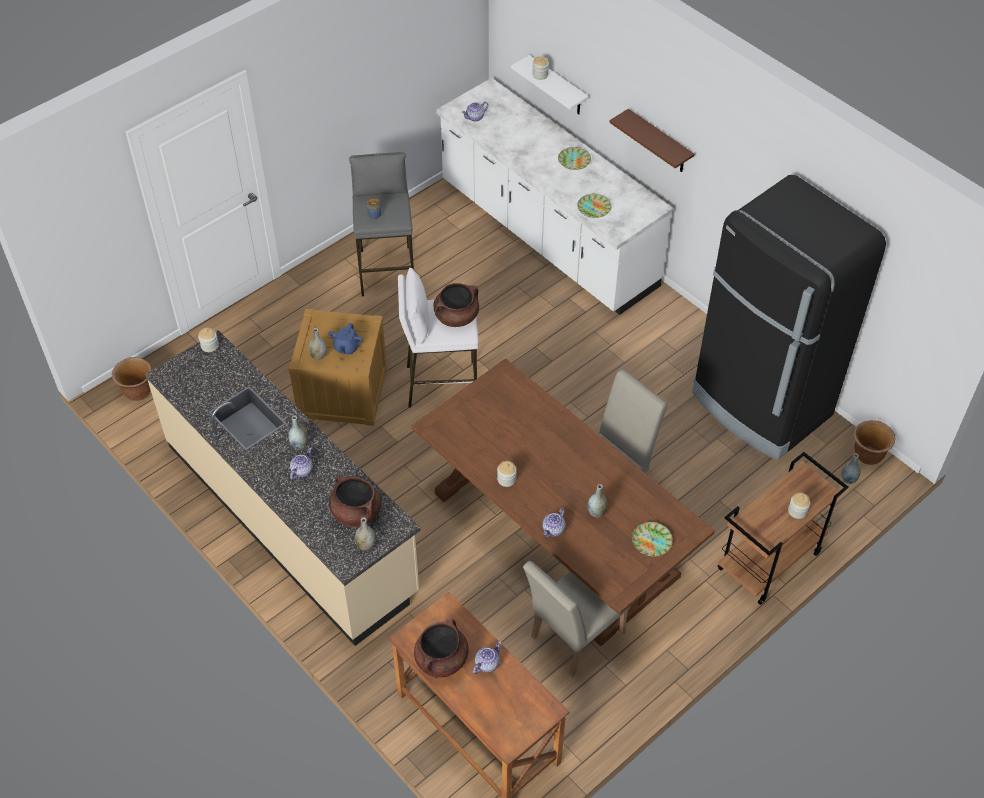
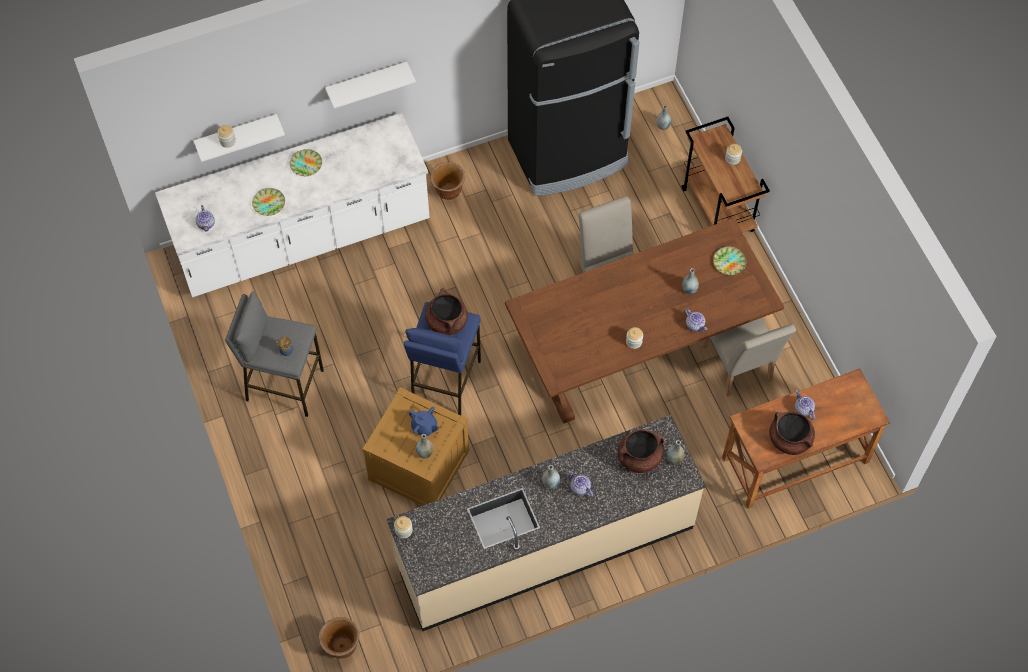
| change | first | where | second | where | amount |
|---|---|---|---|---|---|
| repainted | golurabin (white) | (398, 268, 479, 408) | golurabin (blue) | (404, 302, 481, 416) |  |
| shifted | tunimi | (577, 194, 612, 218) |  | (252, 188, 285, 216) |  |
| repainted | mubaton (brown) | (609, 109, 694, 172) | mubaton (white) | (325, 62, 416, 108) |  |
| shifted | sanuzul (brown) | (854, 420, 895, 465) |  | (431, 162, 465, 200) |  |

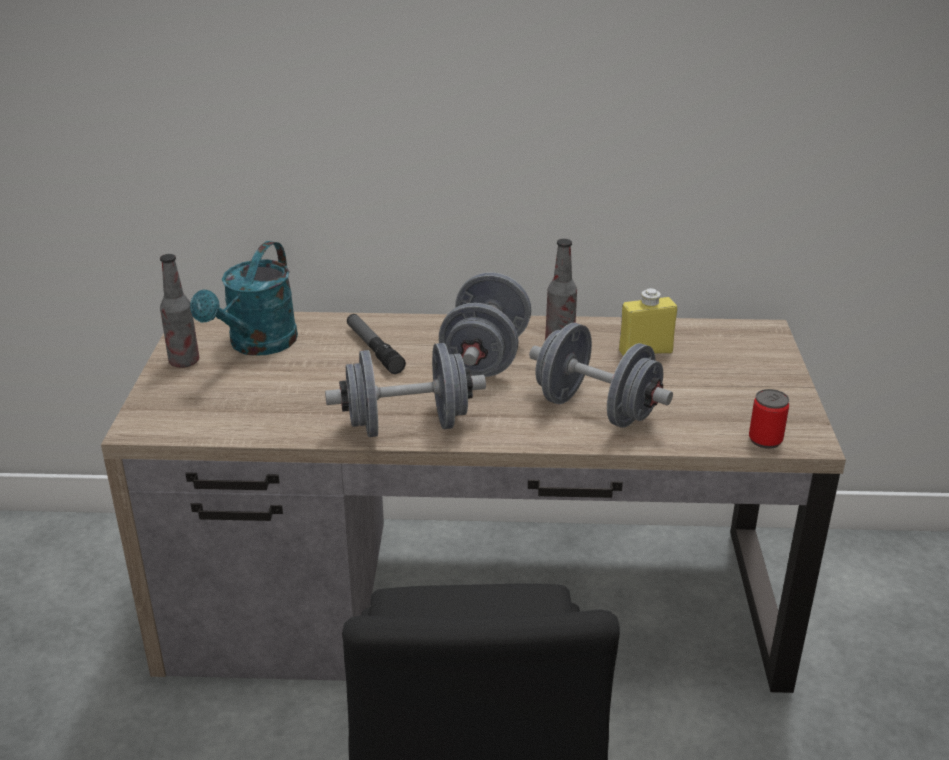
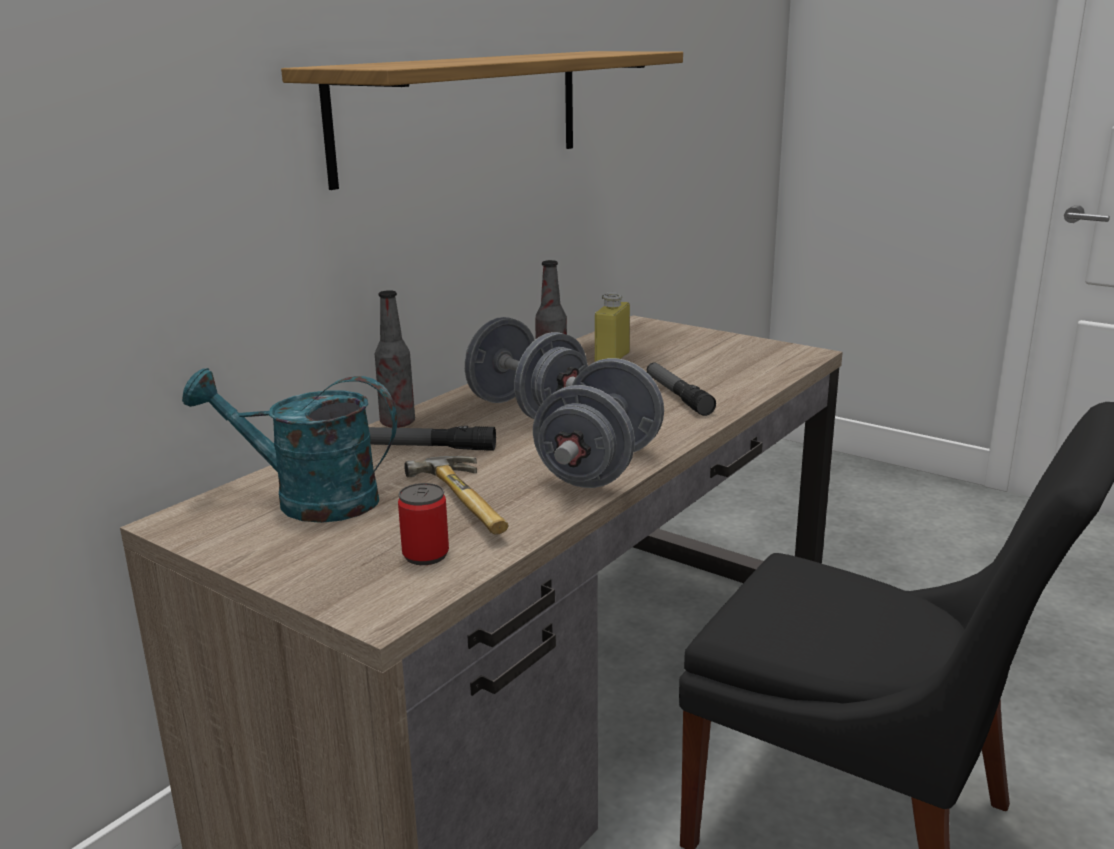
| change | first | where | second | where | amount |
|---|---|---|---|---|---|
| shifted | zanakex | (160, 254, 199, 368) |  | (375, 290, 415, 428) |  |
| rotated | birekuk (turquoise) | (190, 241, 298, 356) |  | (182, 368, 397, 523) | 135 degrees clockwise |
| swapped | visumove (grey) | (529, 323, 673, 428) | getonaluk | (647, 362, 716, 416) |  |
| shifted | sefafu | (749, 389, 789, 449) |  | (398, 483, 449, 565) |  |
| new |  |  | mubaton | (281, 51, 683, 190) |  |
| new |  |  | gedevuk | (404, 456, 509, 534) |  |

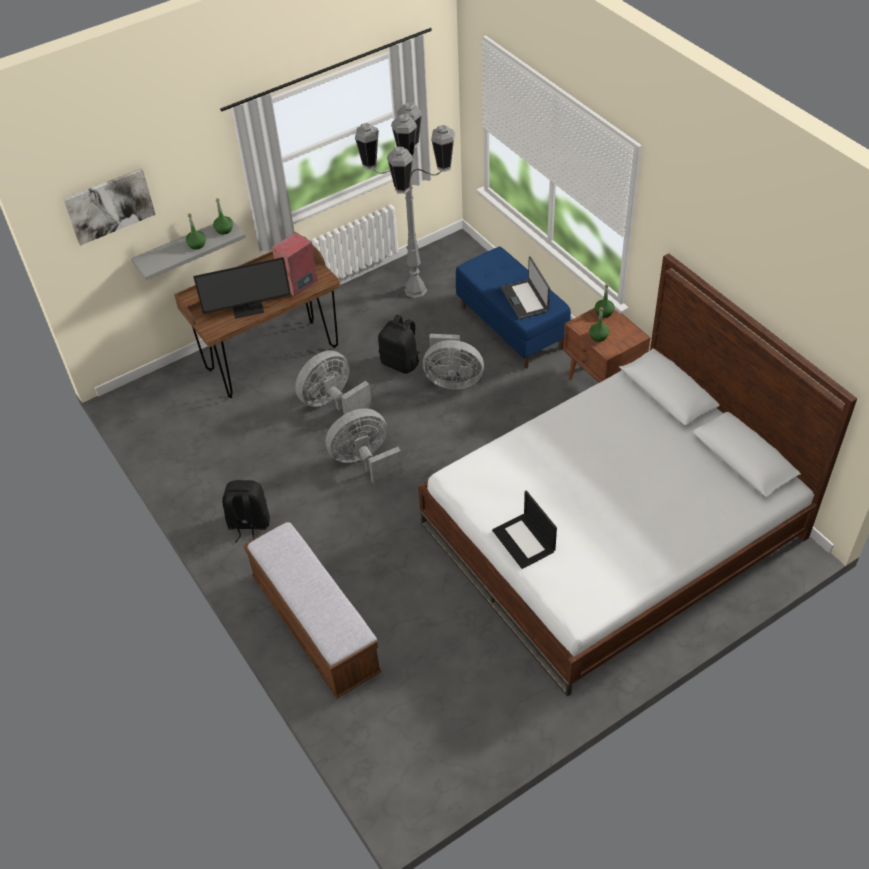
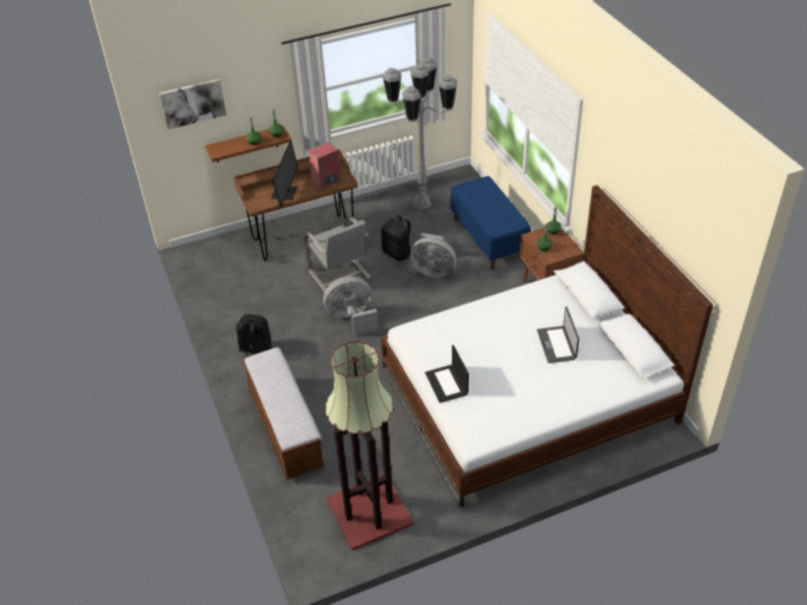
| change | first | where | second | where | amount |
|---|---|---|---|---|---|
| repainted | mubaton (grey) | (131, 217, 246, 281) | mubaton (brown) | (205, 126, 292, 163) |  |
| rotated | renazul | (193, 257, 291, 319) |  | (271, 140, 298, 207) | 75 degrees counterclockwise |
| swapped | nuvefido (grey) | (295, 350, 372, 415) | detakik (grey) | (303, 216, 371, 294) |  |
| shifted | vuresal | (501, 256, 550, 320) |  | (537, 307, 580, 363) |  |
| new |  |  | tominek | (325, 341, 414, 550) |  |

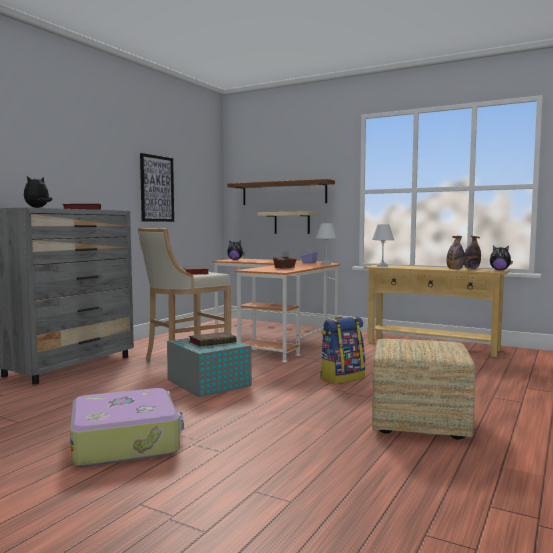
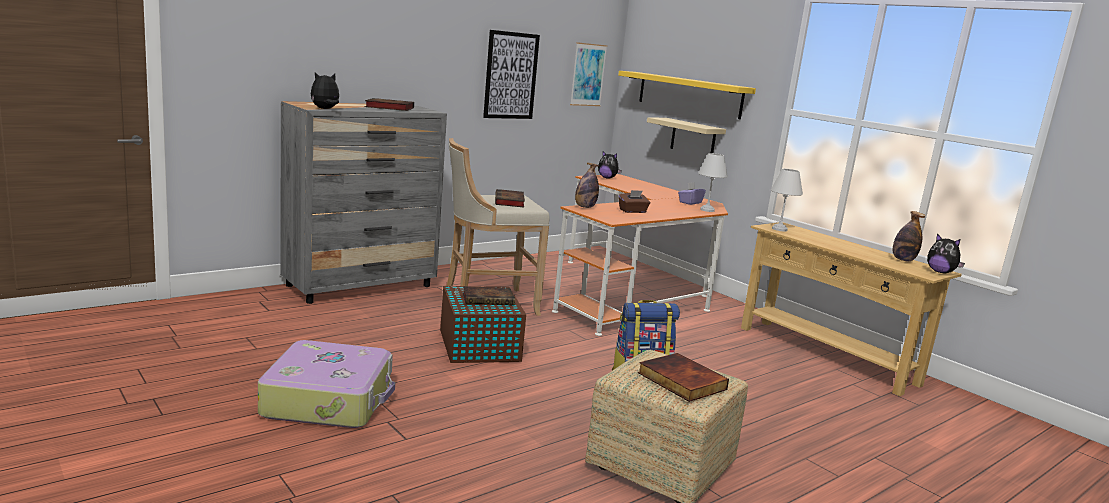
| change | first | where | second | where | amount |
|---|---|---|---|---|---|
| repainted | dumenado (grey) | (167, 338, 252, 397) | dumenado (brown) | (440, 286, 526, 363) |  |
| repainted | mubaton (brown) | (227, 179, 335, 205) | mubaton (yellow) | (618, 71, 756, 119) |  |
| shifted | zanakex | (447, 236, 465, 270) |  | (575, 162, 599, 208) |  |
| new |  |  | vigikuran | (570, 42, 607, 106) |  |
| new |  |  | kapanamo | (638, 353, 729, 402) |  |

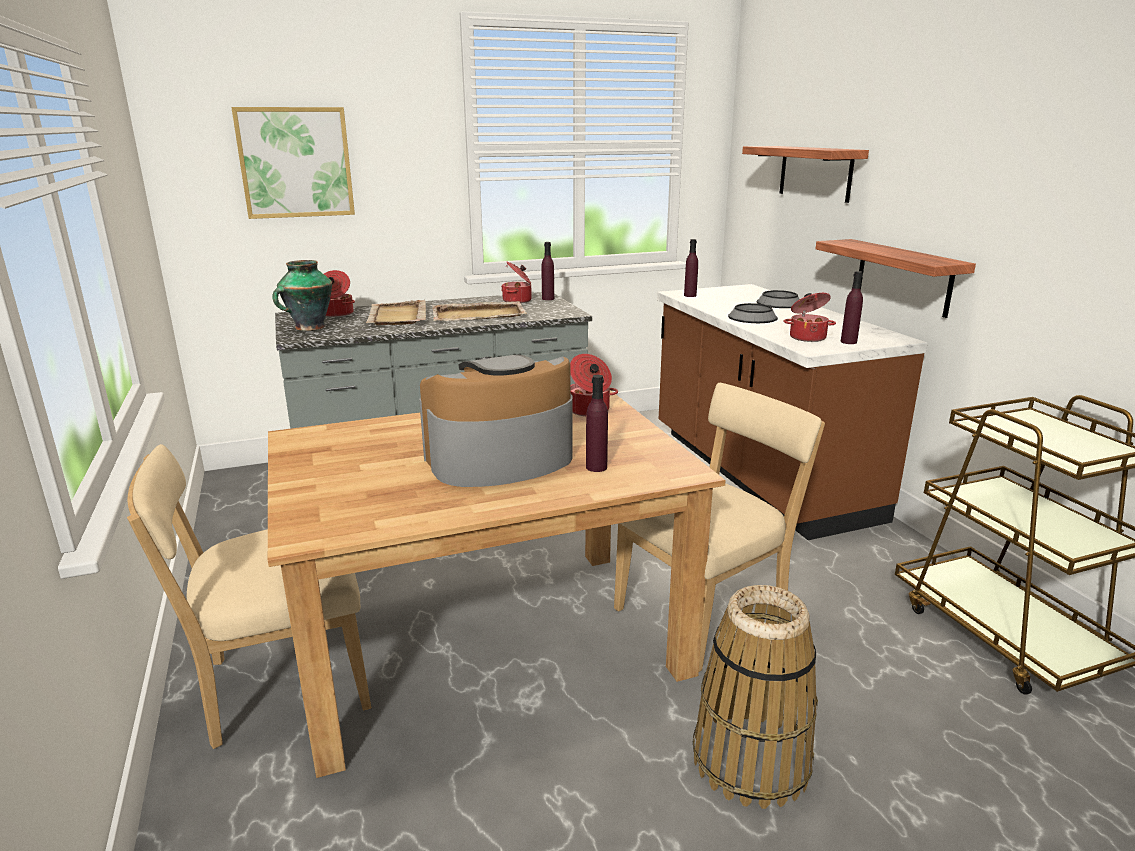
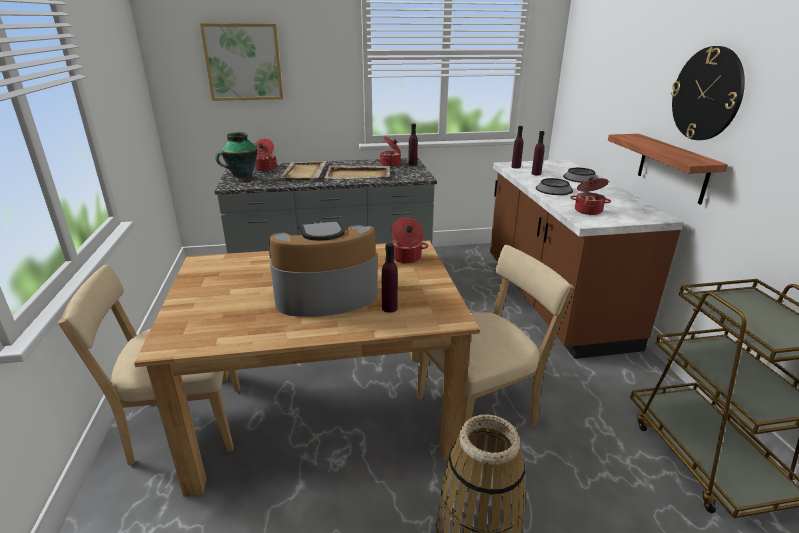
| change | first | where | second | where | amount |
|---|---|---|---|---|---|
| gone | mubaton | (742, 146, 869, 203) |  |  |  |
| shifted | zanakex (purple) | (841, 271, 863, 344) |  | (531, 131, 545, 176) |  |
| new |  |  | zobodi | (671, 46, 745, 140) |  |

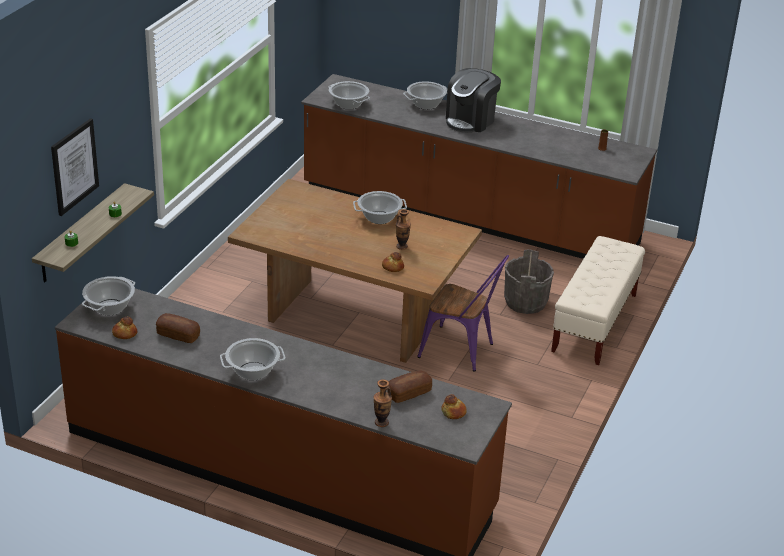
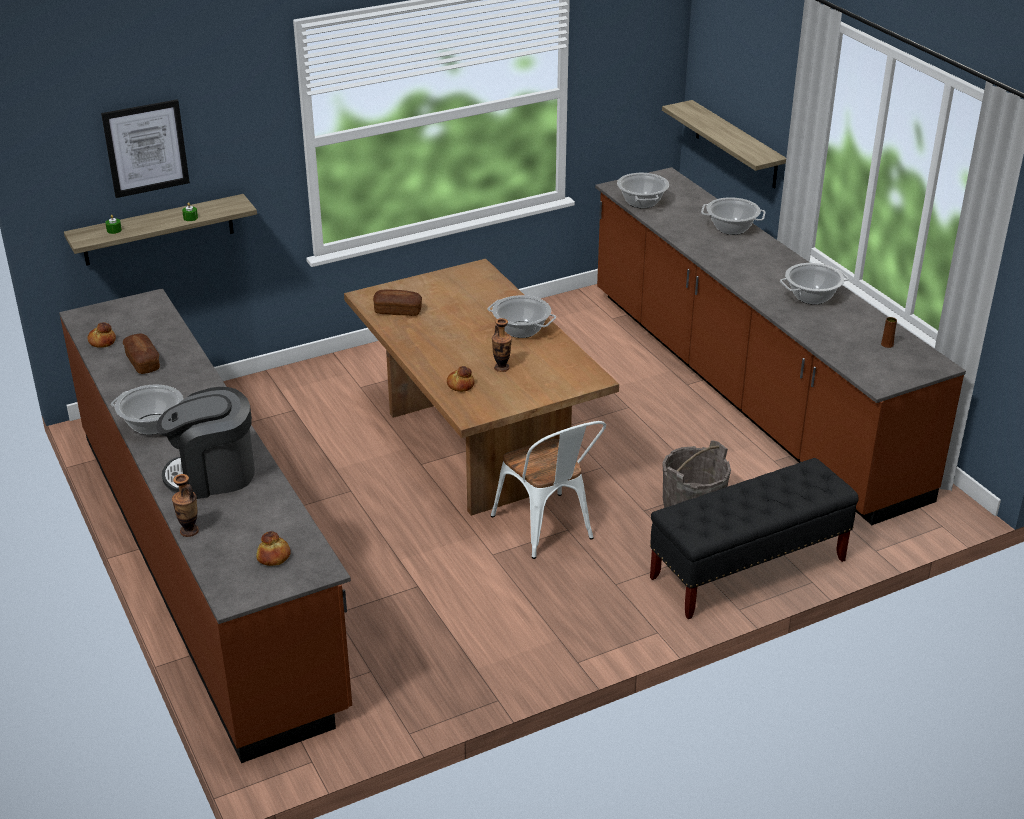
| change | first | where | second | where | amount |
|---|---|---|---|---|---|
| shifted | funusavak | (82, 276, 135, 315) |  | (780, 263, 849, 305) |  |
| shifted | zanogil | (387, 370, 432, 403) |  | (373, 289, 422, 316) |  |
| repainted | detakik (purple) | (417, 255, 509, 372) | detakik (white) | (491, 421, 606, 559) |  |
| shifted | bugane | (446, 68, 501, 133) |  | (156, 387, 255, 499) |  |
| repainted | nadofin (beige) | (551, 236, 645, 365) | nadofin (black) | (650, 458, 859, 619) |  |
| new |  |  | mubaton | (662, 100, 786, 188) |  |

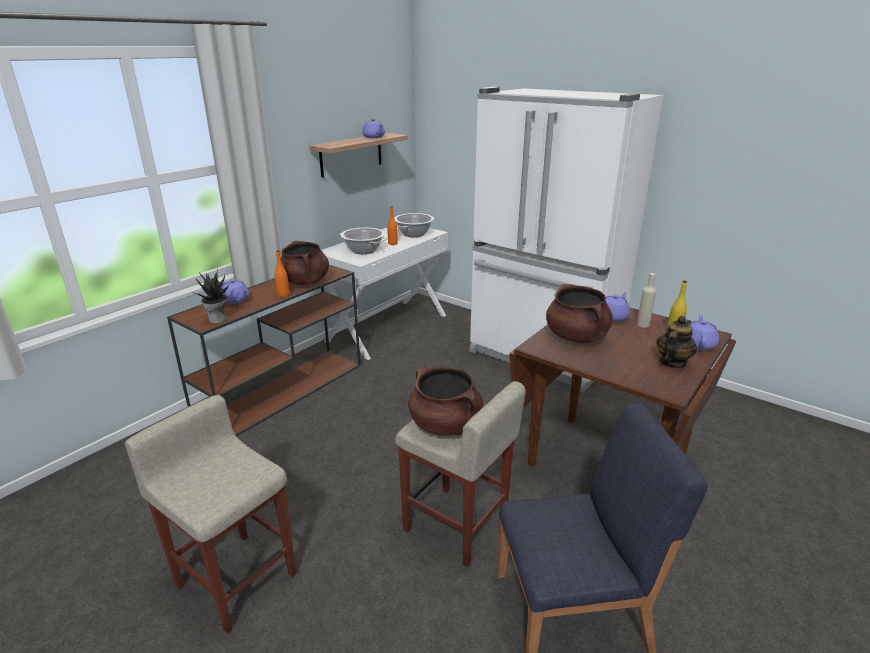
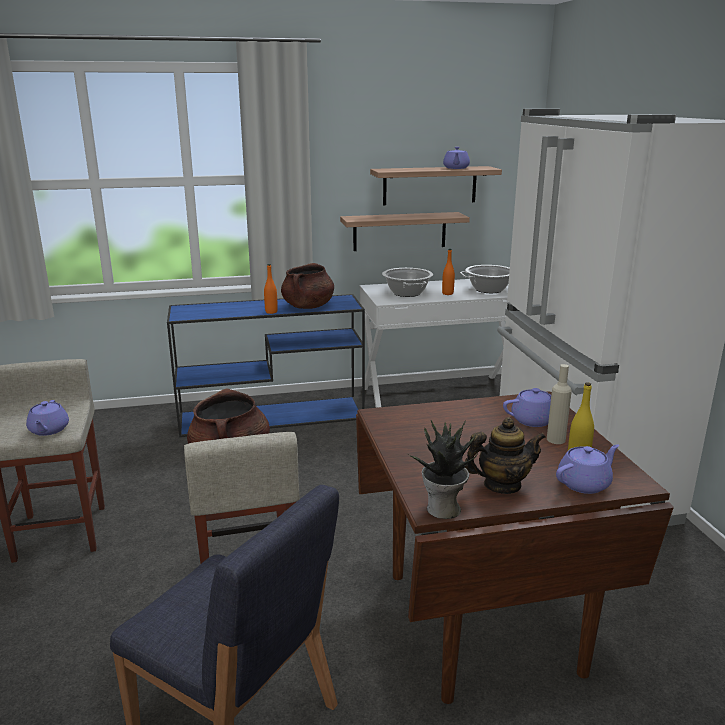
| change | first | where | second | where | amount |
|---|---|---|---|---|---|
| repainted | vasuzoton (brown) | (167, 265, 361, 437) | vasuzoton (blue) | (167, 294, 365, 437) |  |
| shifted | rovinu | (195, 268, 231, 324) |  | (407, 420, 478, 519) |  |
| shifted | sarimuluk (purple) | (222, 279, 249, 304) |  | (26, 400, 69, 436) |  |
| gone | funusavak (brown) | (546, 284, 613, 344) |  |  |  |
| new |  |  | mubaton | (340, 212, 470, 251) |  |

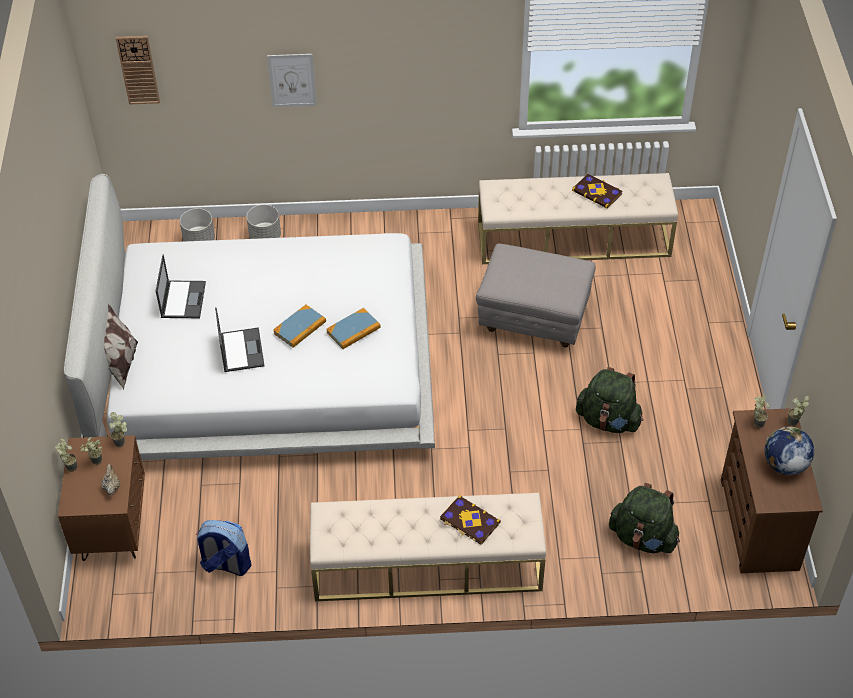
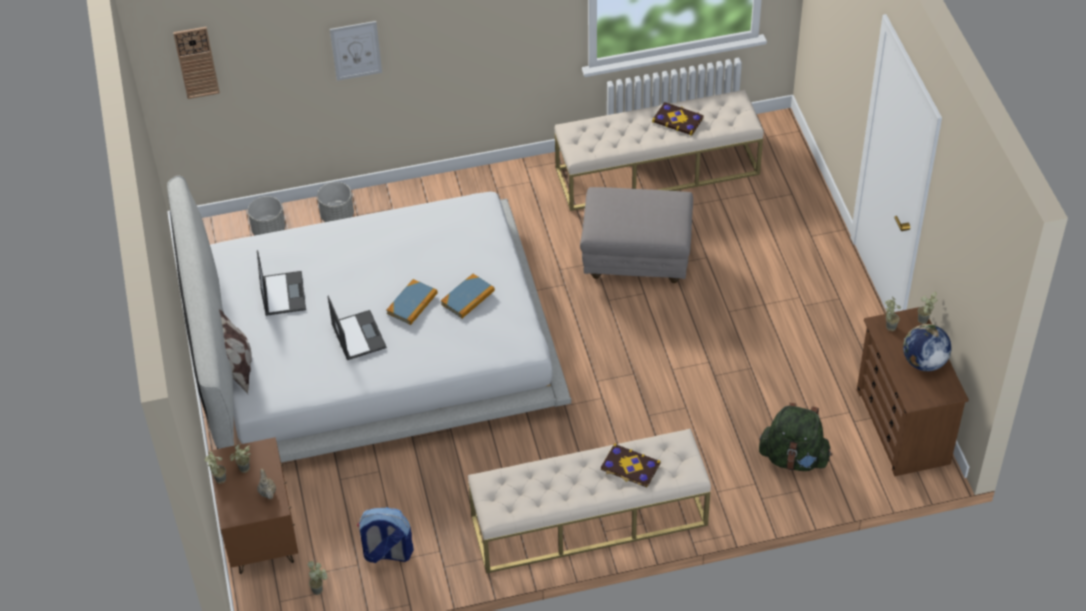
| change | first | where | second | where | amount |
|---|---|---|---|---|---|
| shifted | rovinu | (109, 412, 127, 447) |  | (308, 561, 328, 595) |  |
| gone | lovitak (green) | (576, 367, 643, 433) |  |  |  |

